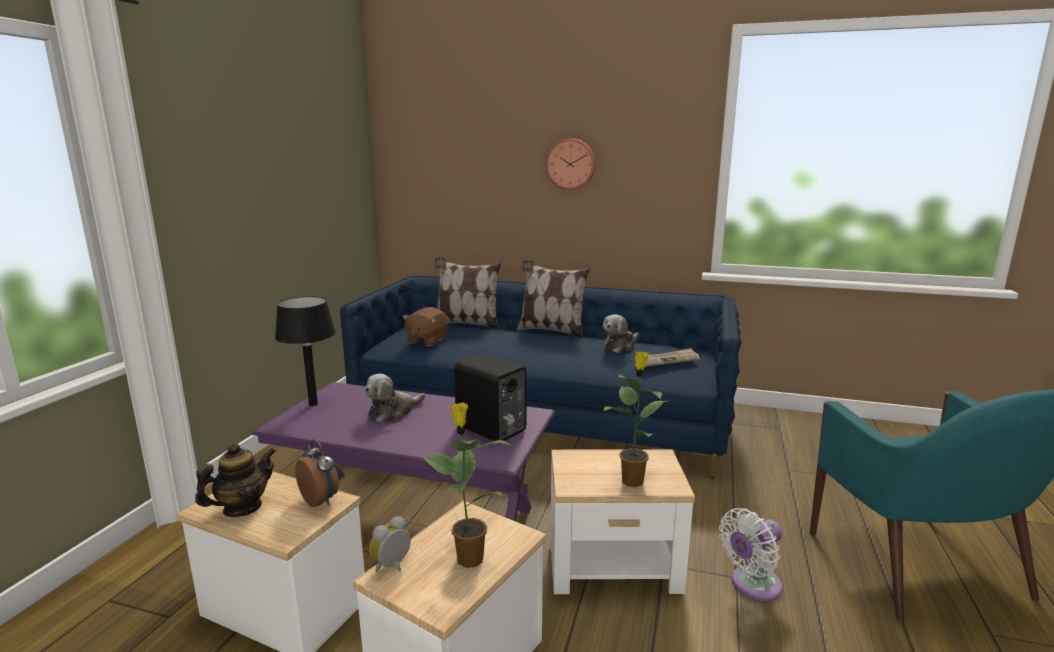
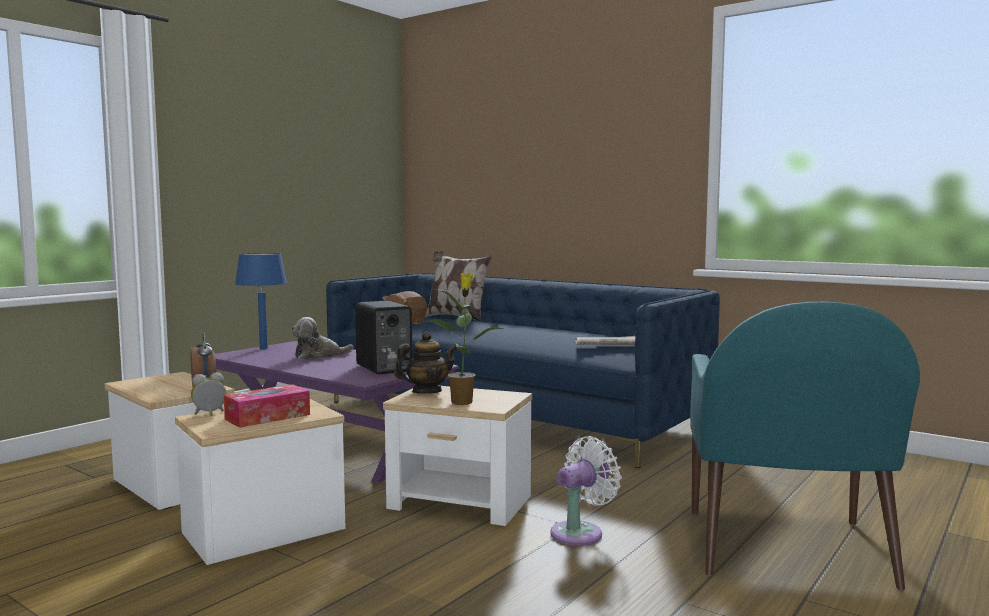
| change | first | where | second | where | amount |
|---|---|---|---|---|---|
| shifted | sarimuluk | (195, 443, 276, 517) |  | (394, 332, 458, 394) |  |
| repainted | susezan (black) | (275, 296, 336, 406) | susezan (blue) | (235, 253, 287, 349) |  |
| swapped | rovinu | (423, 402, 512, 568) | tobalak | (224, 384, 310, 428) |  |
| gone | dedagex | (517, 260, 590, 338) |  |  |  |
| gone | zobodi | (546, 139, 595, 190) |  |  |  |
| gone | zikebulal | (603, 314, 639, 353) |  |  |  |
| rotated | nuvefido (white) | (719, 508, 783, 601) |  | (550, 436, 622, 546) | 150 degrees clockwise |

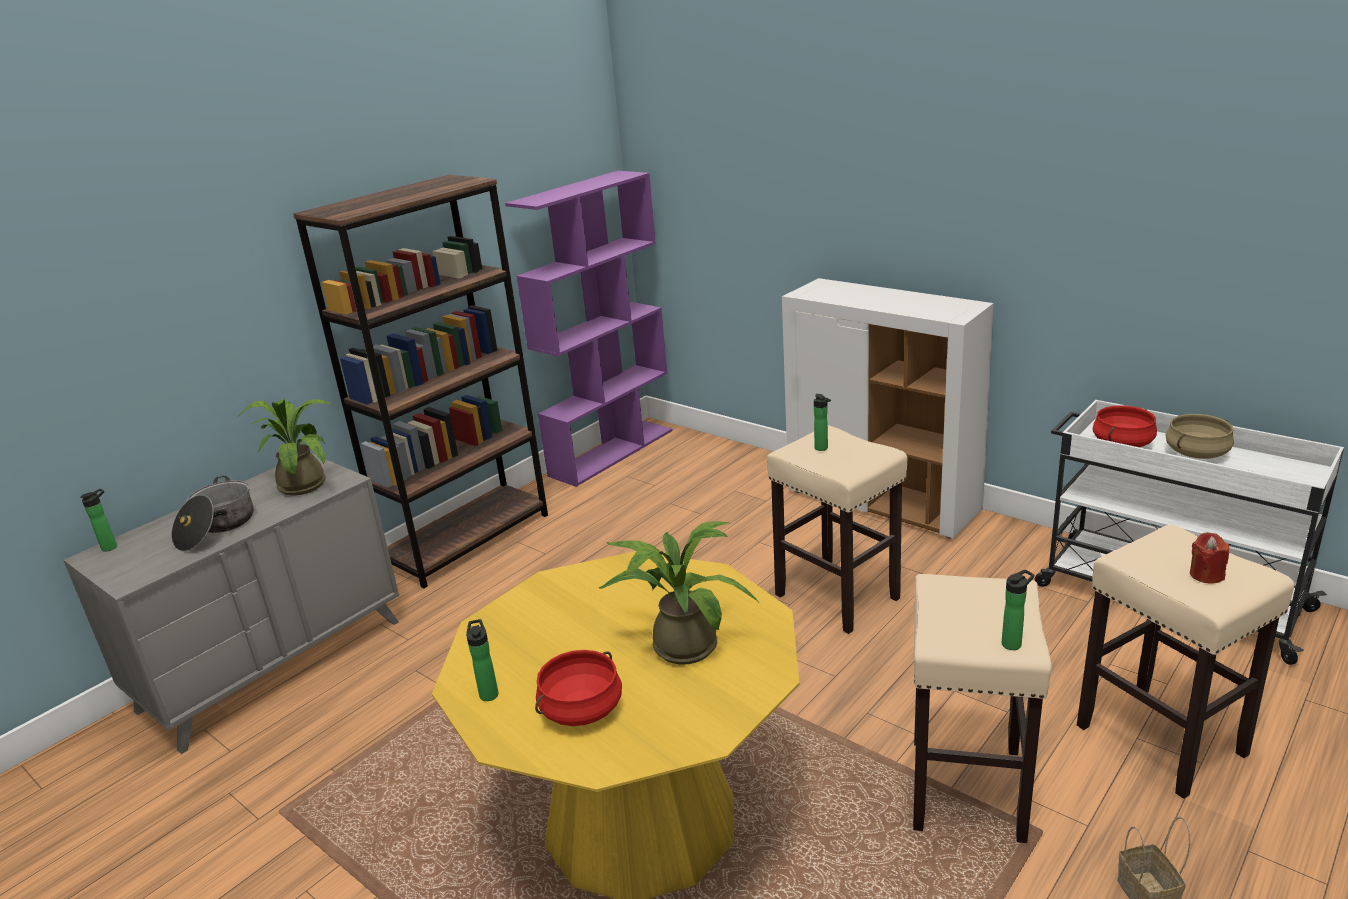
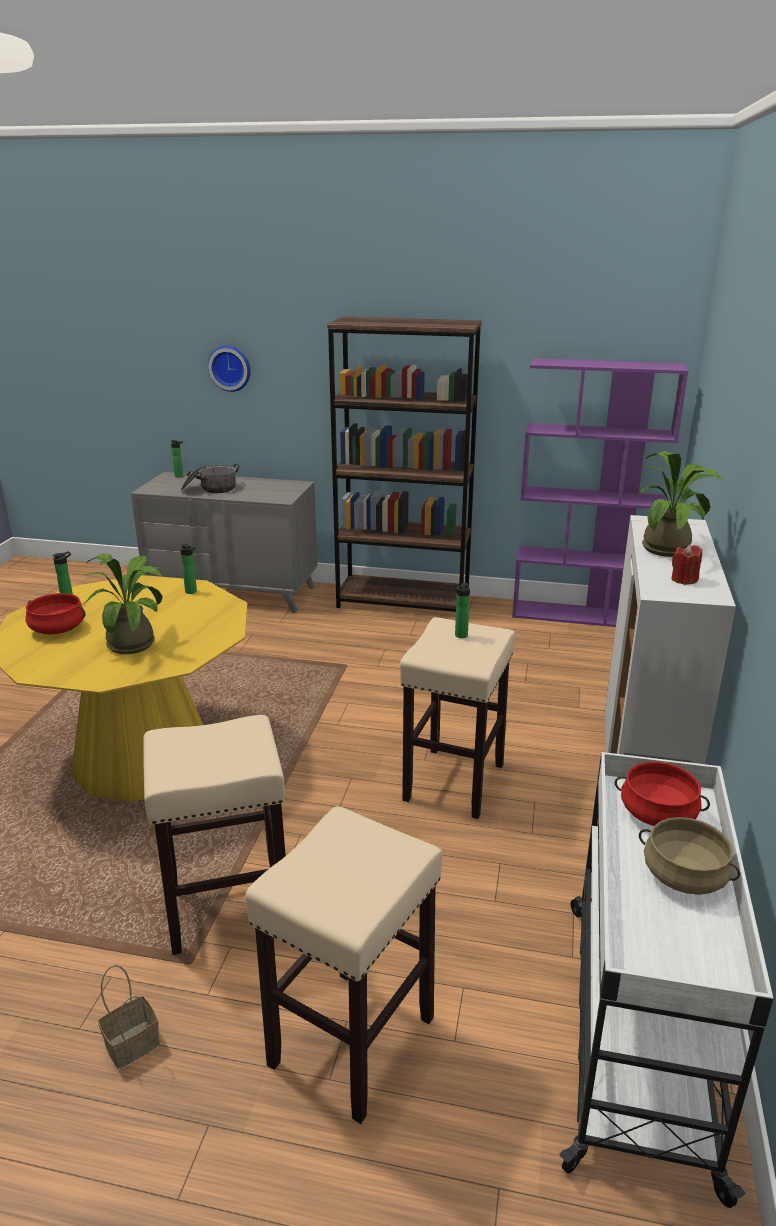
| change | first | where | second | where | amount |
|---|---|---|---|---|---|
| shifted | rovinu | (237, 398, 333, 496) |  | (635, 451, 723, 557) |  |
| shifted | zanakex | (1002, 569, 1034, 650) |  | (180, 544, 197, 594) |  |
| shifted | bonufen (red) | (1190, 532, 1229, 583) |  | (671, 544, 702, 585) |  |
| new |  |  | zobodi | (208, 345, 251, 392) |  |

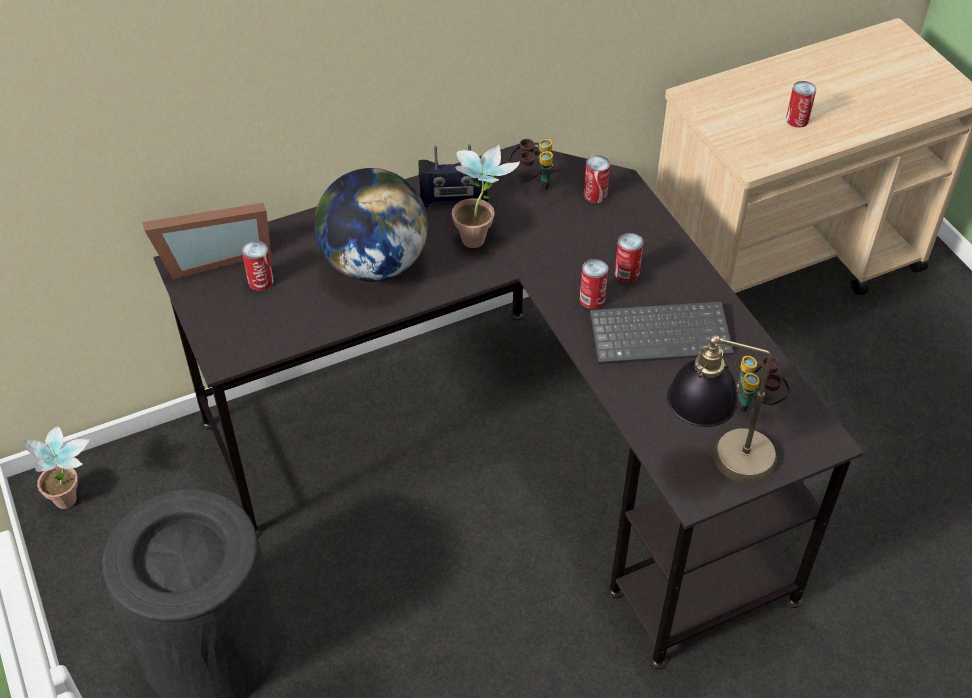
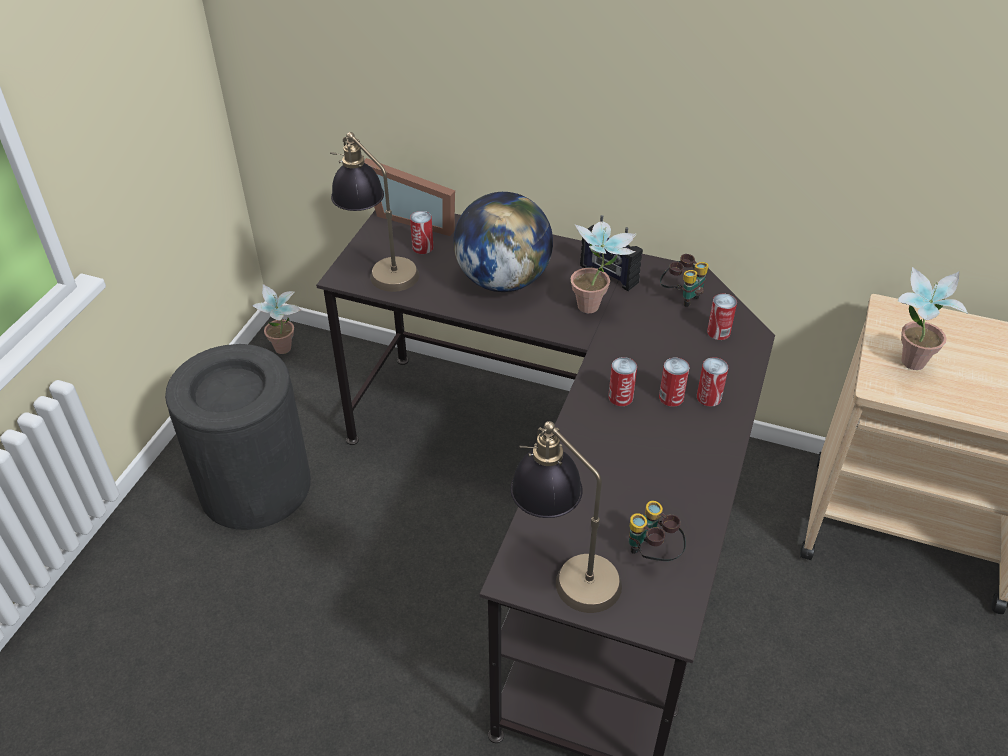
| change | first | where | second | where | amount |
|---|---|---|---|---|---|
| gone | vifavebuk | (590, 301, 734, 364) |  |  |  |
| shifted | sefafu | (786, 81, 816, 128) |  | (697, 357, 728, 407) |  |
| new |  |  | susezan | (330, 132, 419, 292) |  |
| new |  |  | rovinu | (898, 267, 968, 370) |  |

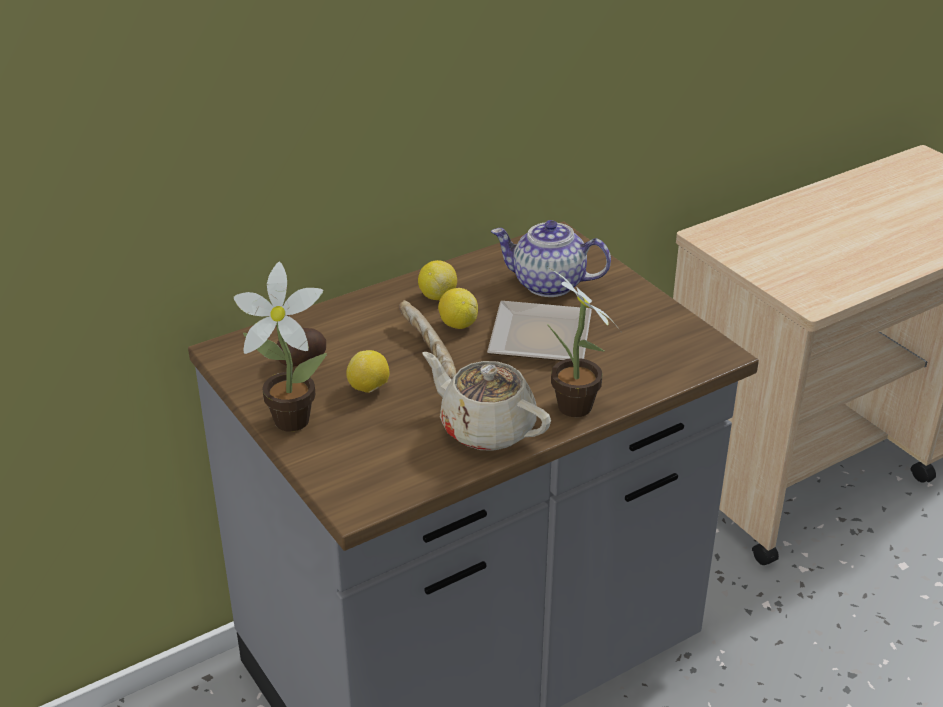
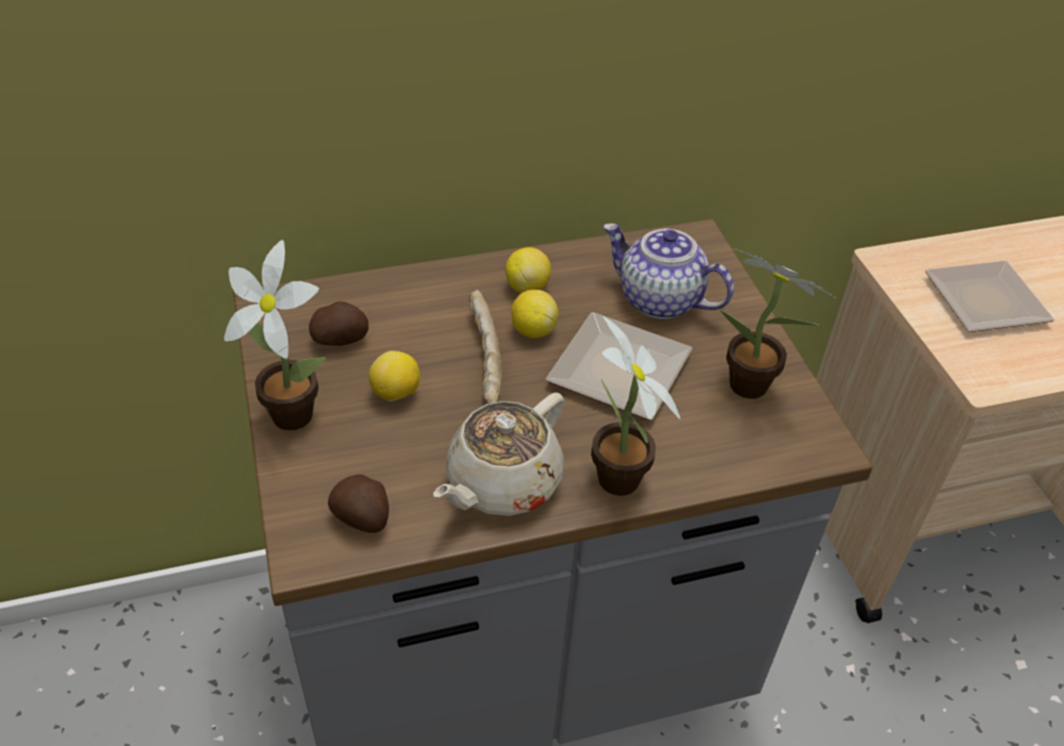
| change | first | where | second | where | amount |
|---|---|---|---|---|---|
| rotated | sarimuluk (beige) | (423, 352, 551, 451) |  | (433, 392, 564, 516) | 105 degrees counterclockwise |
| new |  |  | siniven | (328, 474, 389, 533) |  |
| new |  |  | rovinu | (719, 249, 838, 399) |  |
| new |  |  | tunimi | (925, 261, 1055, 332) |  |

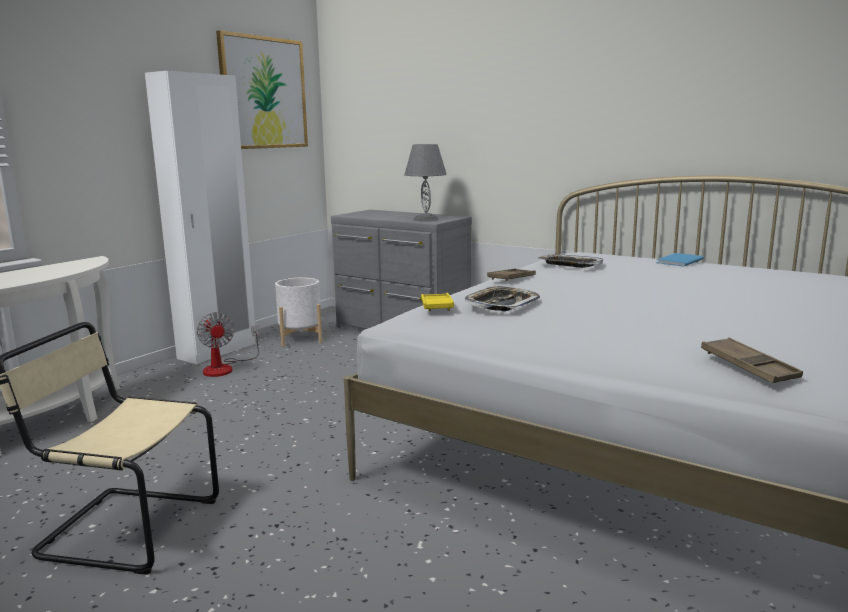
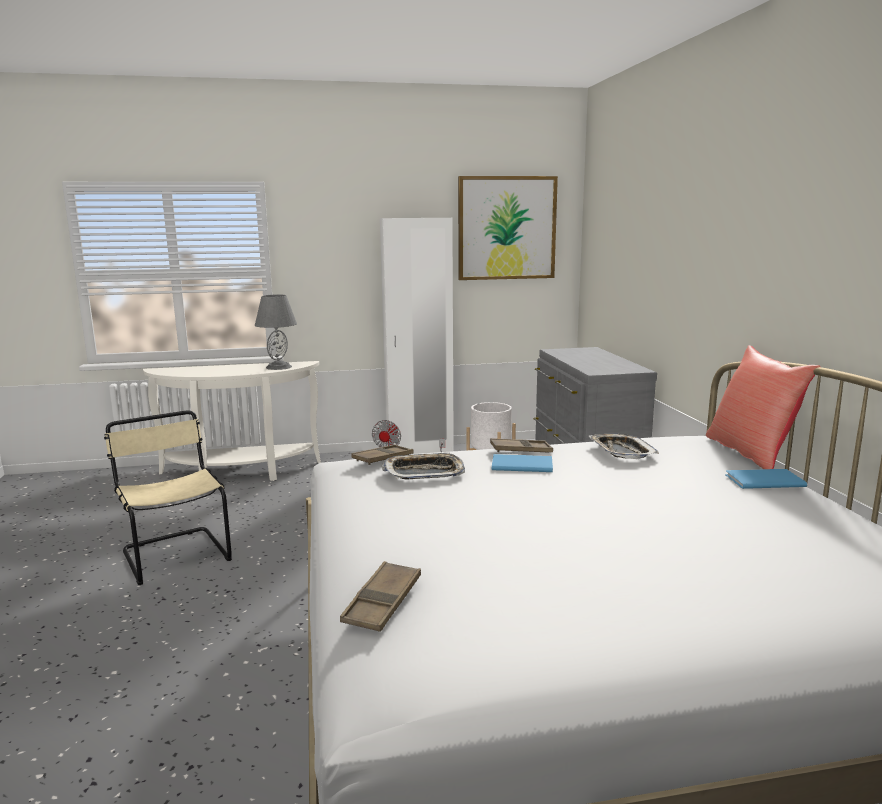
| change | first | where | second | where | amount |
|---|---|---|---|---|---|
| shifted | susezan (grey) | (404, 144, 447, 221) |  | (255, 294, 297, 370) |  |
| repainted | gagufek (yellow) | (421, 293, 454, 311) | gagufek (brown) | (351, 444, 413, 465) |  |
| new |  |  | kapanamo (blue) | (492, 454, 553, 472) |  |
| new |  |  | dedagex (red) | (706, 345, 820, 469) |  |

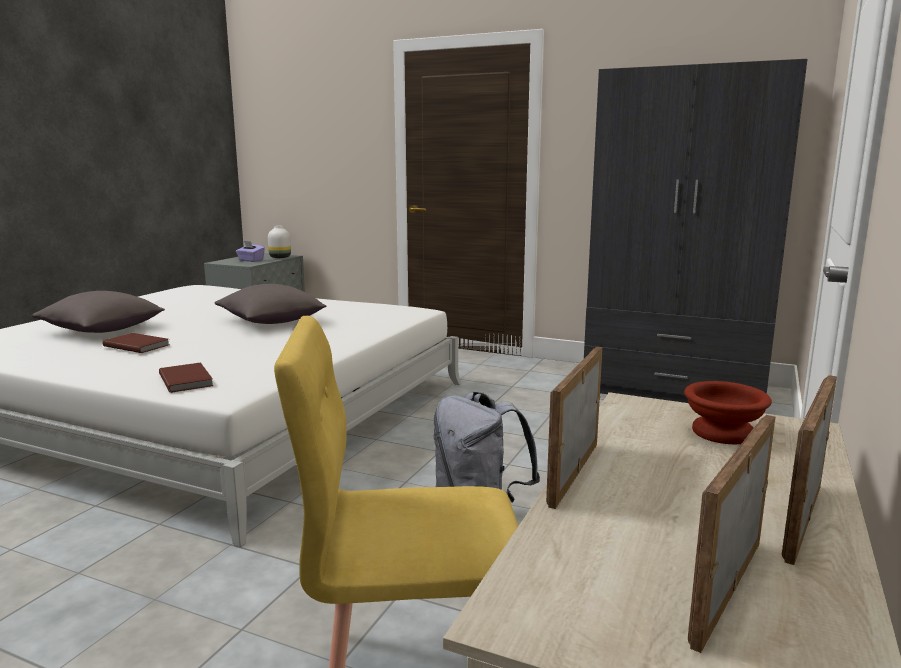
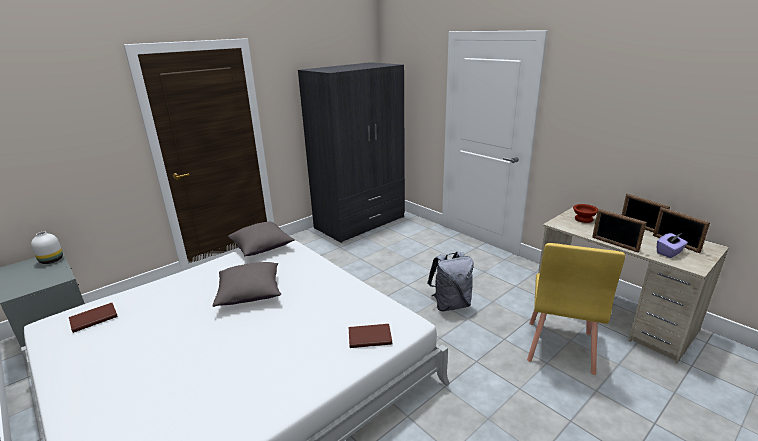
| change | first | where | second | where | amount |
|---|---|---|---|---|---|
| shifted | dedagex (grey) | (32, 291, 165, 333) |  | (228, 222, 295, 256) |  |
| shifted | kapanamo (brown) | (103, 333, 169, 353) |  | (69, 303, 118, 333) |  |
| shifted | tobalak (purple) | (236, 241, 265, 262) |  | (657, 233, 688, 258) |  |

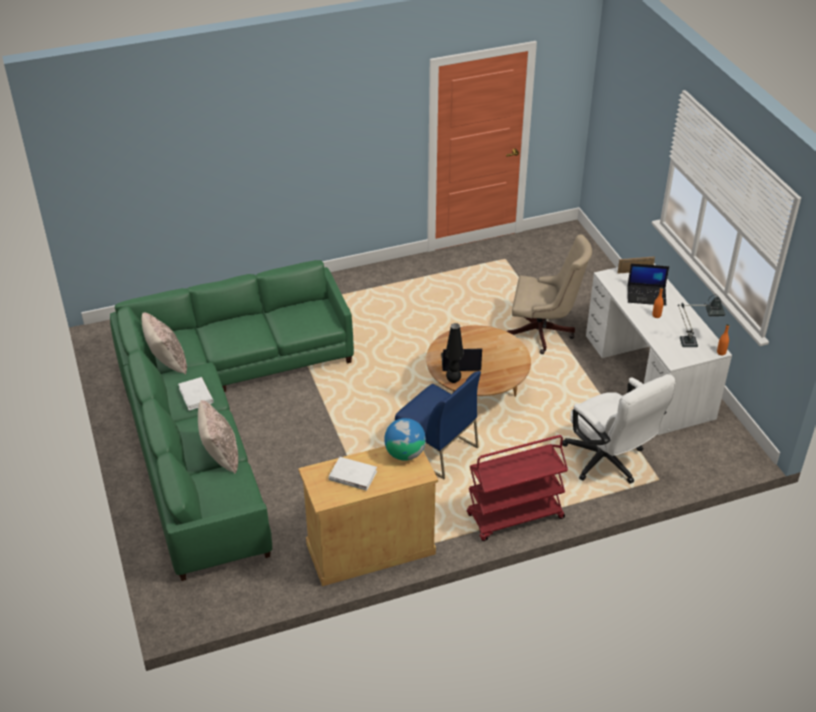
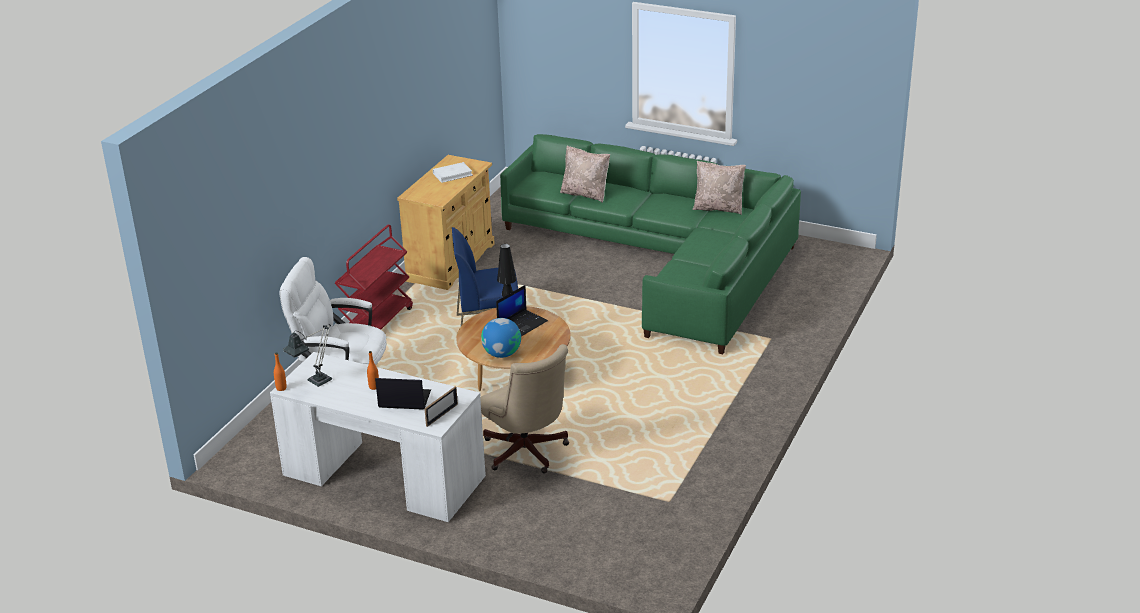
| change | first | where | second | where | amount |
|---|---|---|---|---|---|
| gone | kapanamo (white) | (178, 377, 214, 411) |  |  |  |
| shifted | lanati | (384, 418, 426, 461) |  | (481, 318, 521, 358) |  |
| rotated | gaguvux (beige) | (507, 234, 592, 354) |  | (480, 344, 569, 473) | 90 degrees counterclockwise |
| rotated | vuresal | (627, 263, 669, 306) |  | (375, 378, 431, 410) | 45 degrees clockwise |

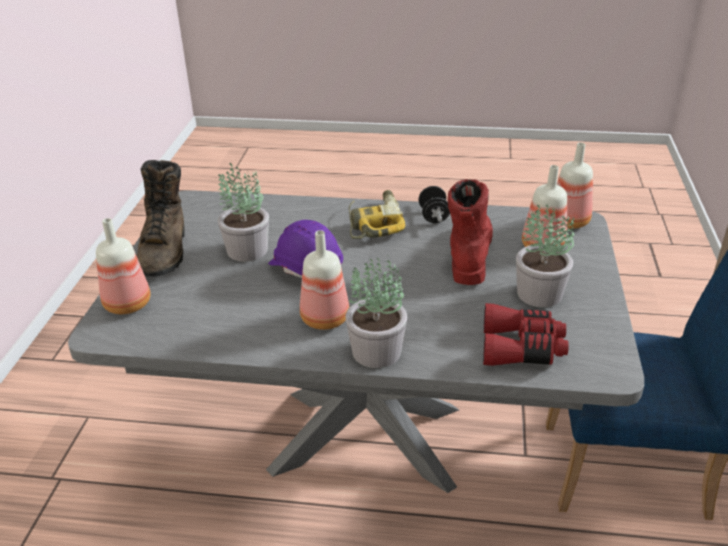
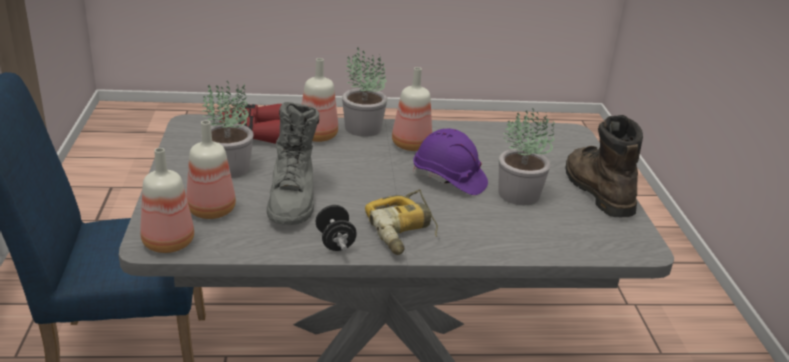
| change | first | where | second | where | amount |
|---|---|---|---|---|---|
| shifted | zanakex | (96, 218, 150, 314) |  | (302, 58, 338, 142) |  |
| repainted | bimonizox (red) | (448, 179, 493, 285) | bimonizox (grey) | (267, 102, 319, 225) |  |

